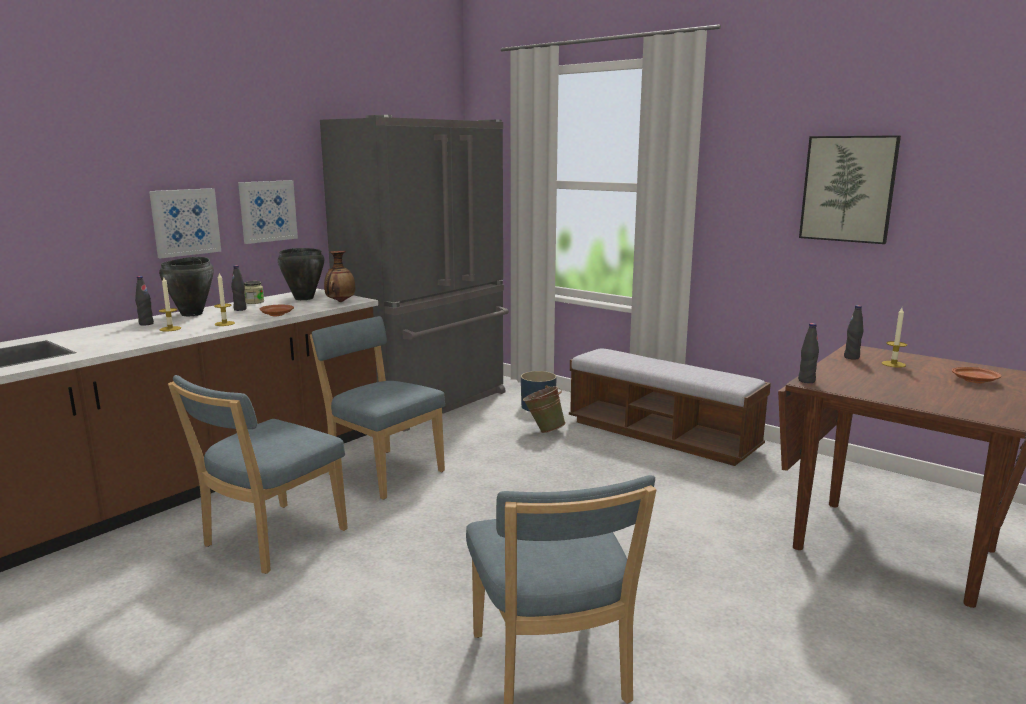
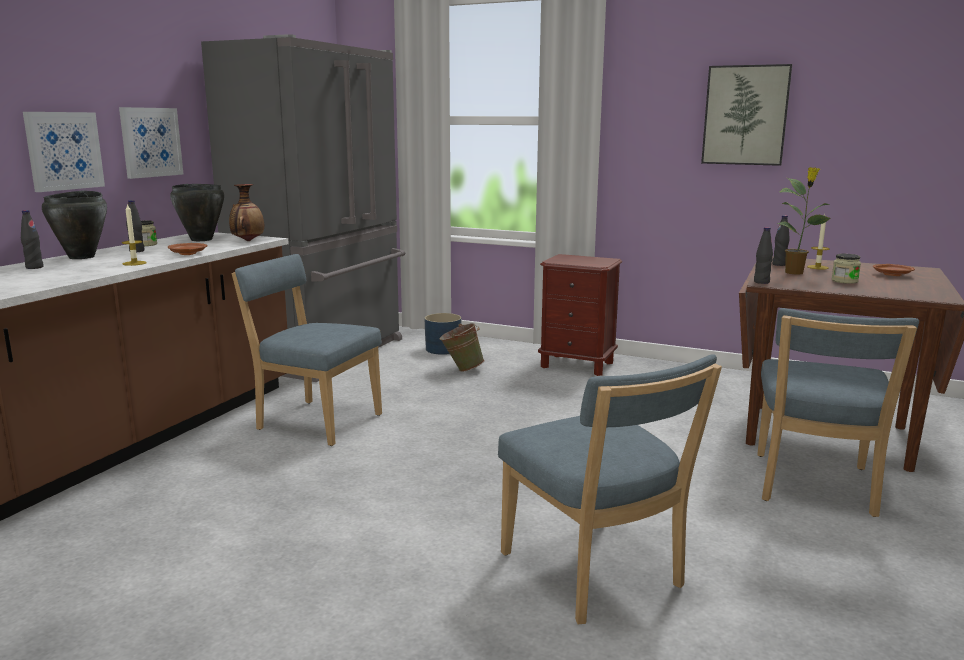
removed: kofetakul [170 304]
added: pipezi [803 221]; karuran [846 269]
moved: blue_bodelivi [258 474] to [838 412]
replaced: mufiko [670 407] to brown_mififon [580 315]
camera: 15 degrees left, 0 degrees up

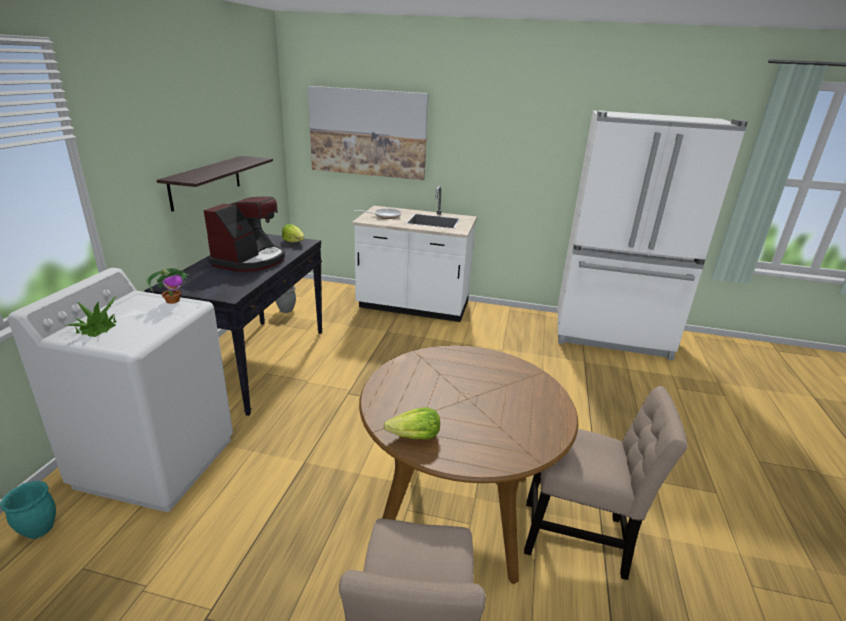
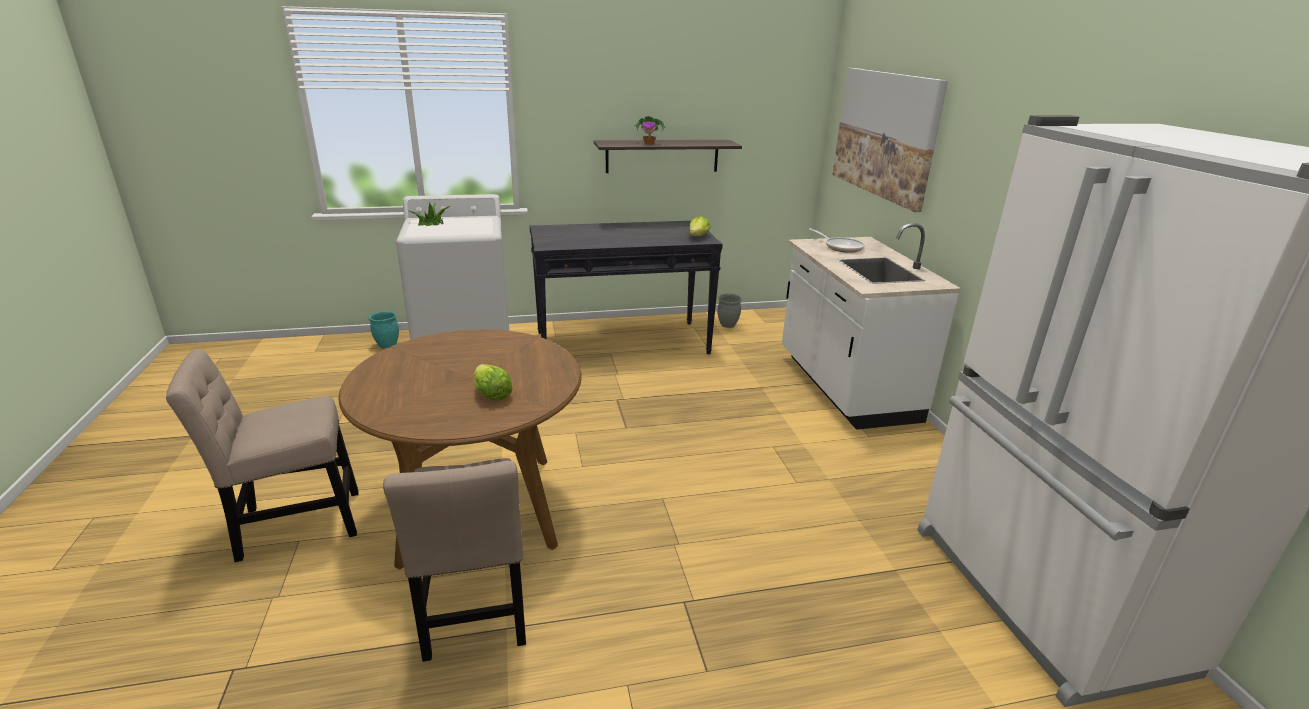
removed: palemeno [244 234]
moved: pipezi [167 286] to [649 130]; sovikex [411 424] to [493 382]
camera: 65 degrees right, 0 degrees up

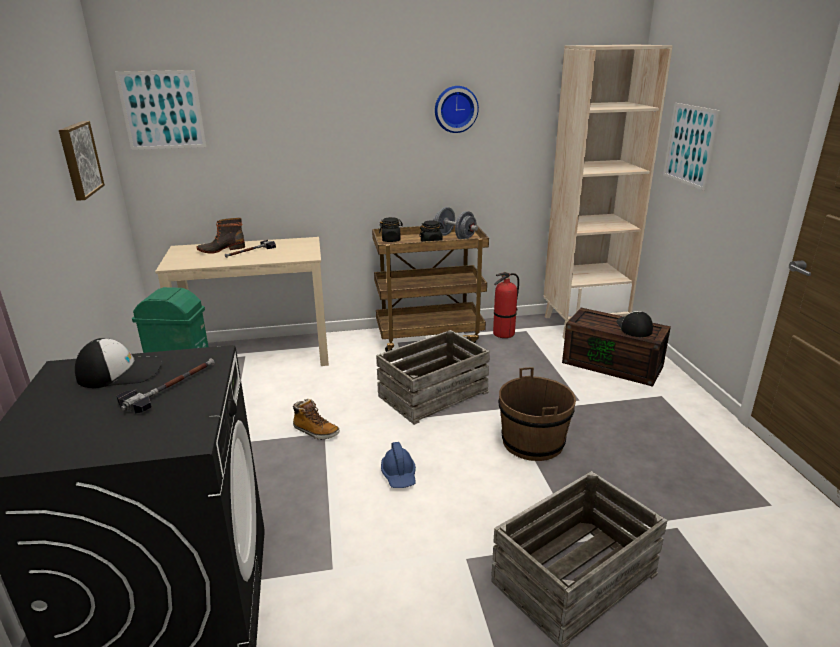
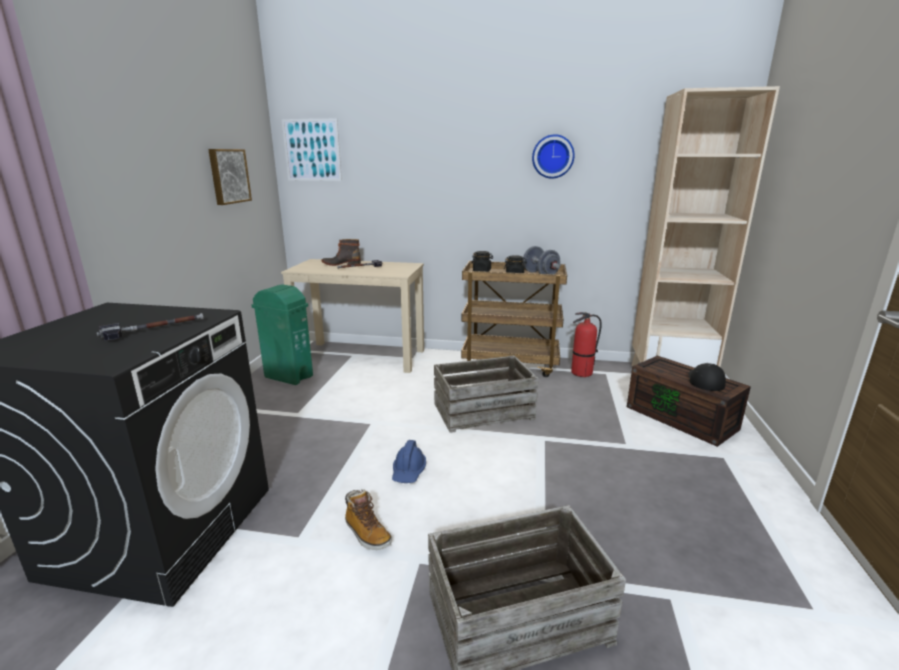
removed: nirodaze [118 363]; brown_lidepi [537 414]; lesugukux [691 147]
moved: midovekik [316 419] to [368 519]
camera: 20 degrees right, 5 degrees down

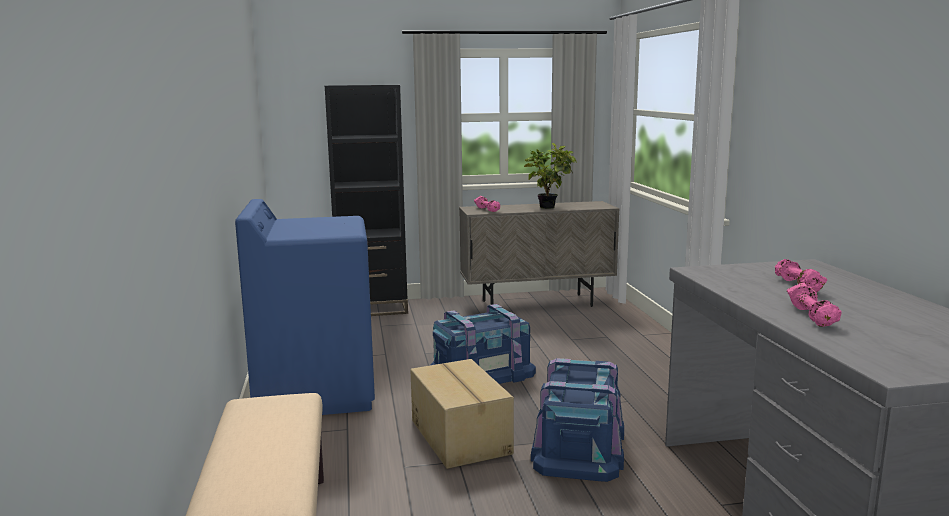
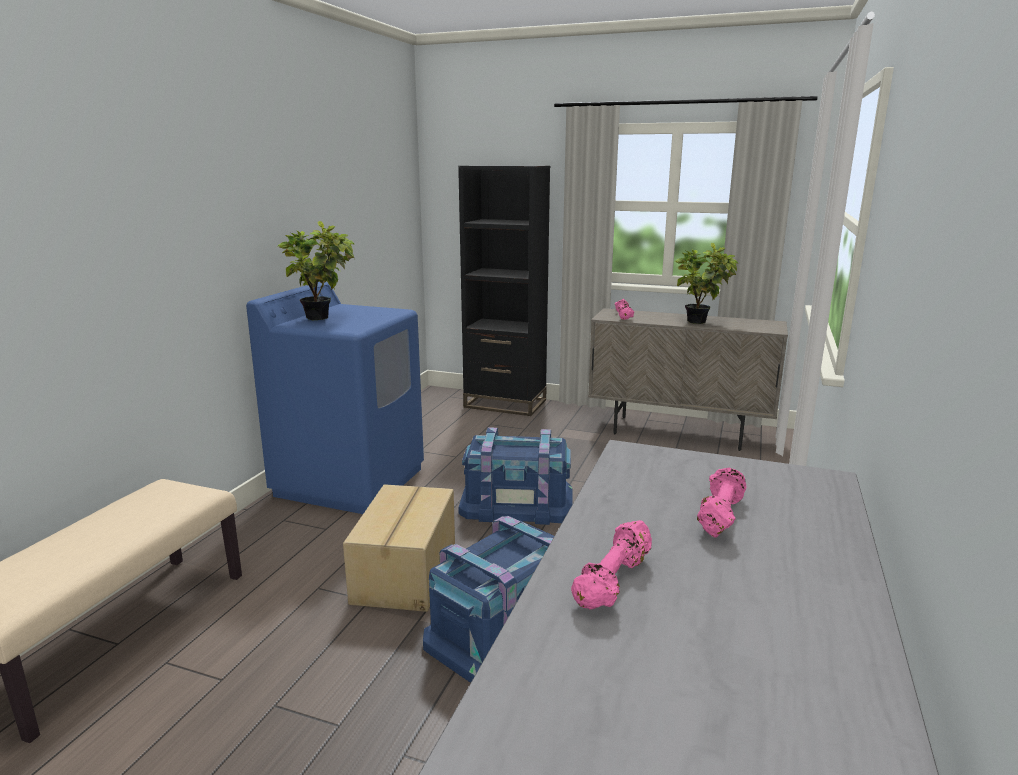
added: pipezi [316 270]
camera: 30 degrees right, 5 degrees up

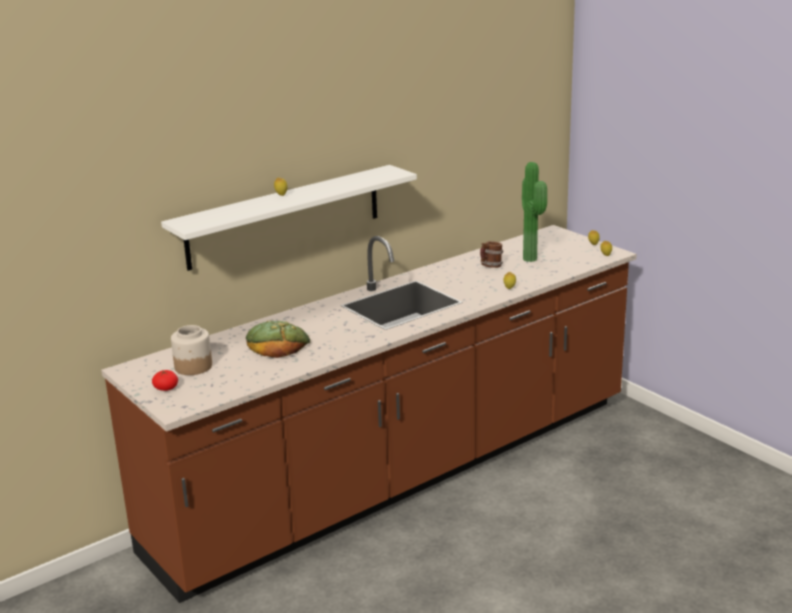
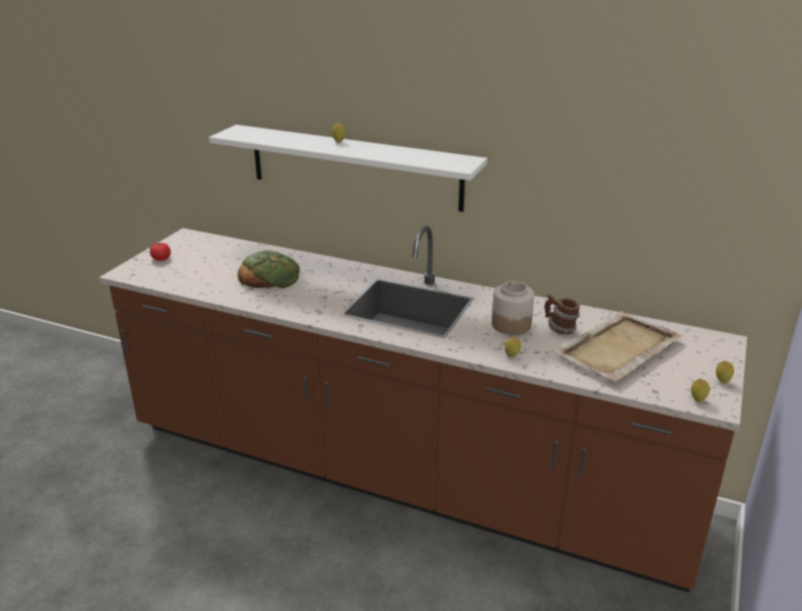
moved: karuran [191 350] to [513 308]
replaced: pipezi [534 212] to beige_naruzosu [618 346]
camera: 60 degrees right, 5 degrees up

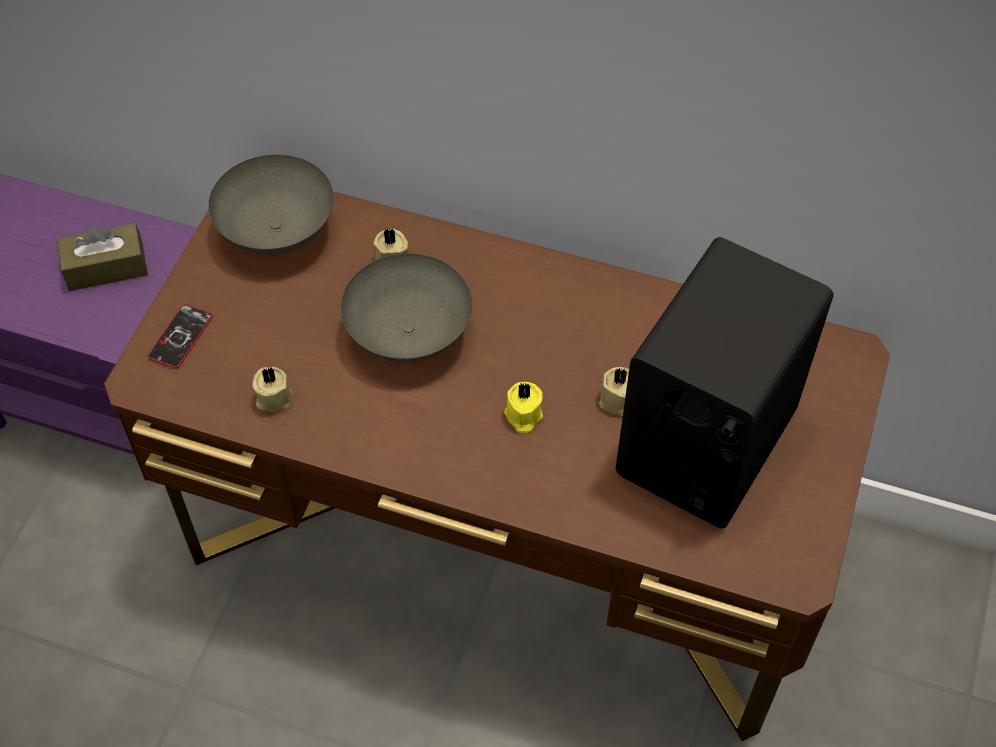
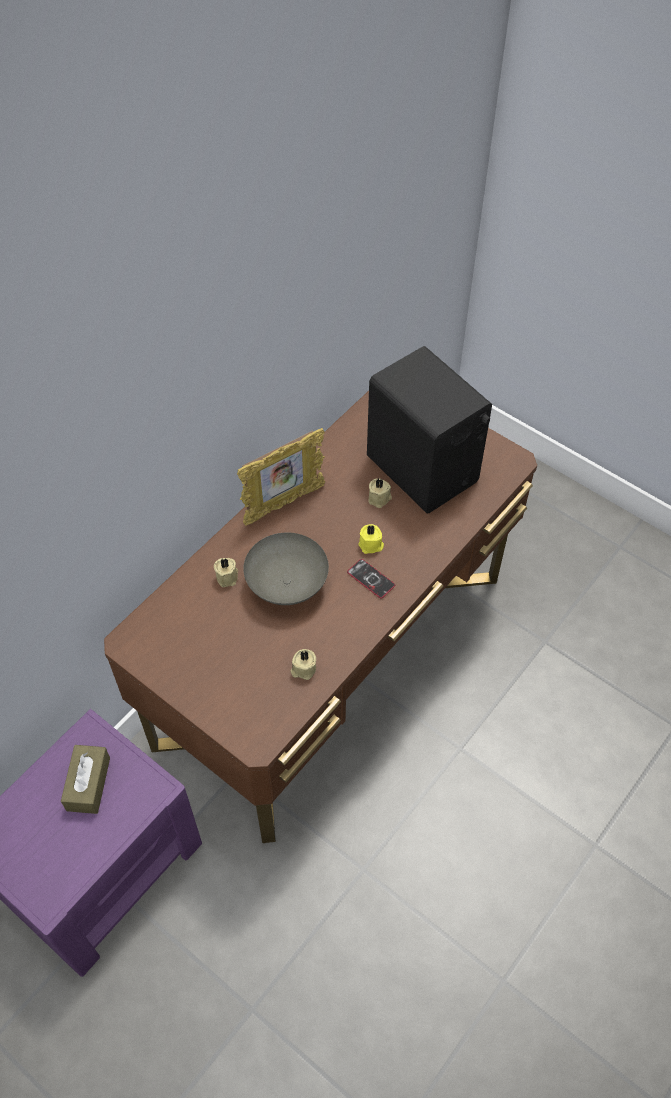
removed: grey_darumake [271 204]
added: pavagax [281 477]
moved: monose [180 336] to [371 578]
camera: 70 degrees left, 0 degrees up

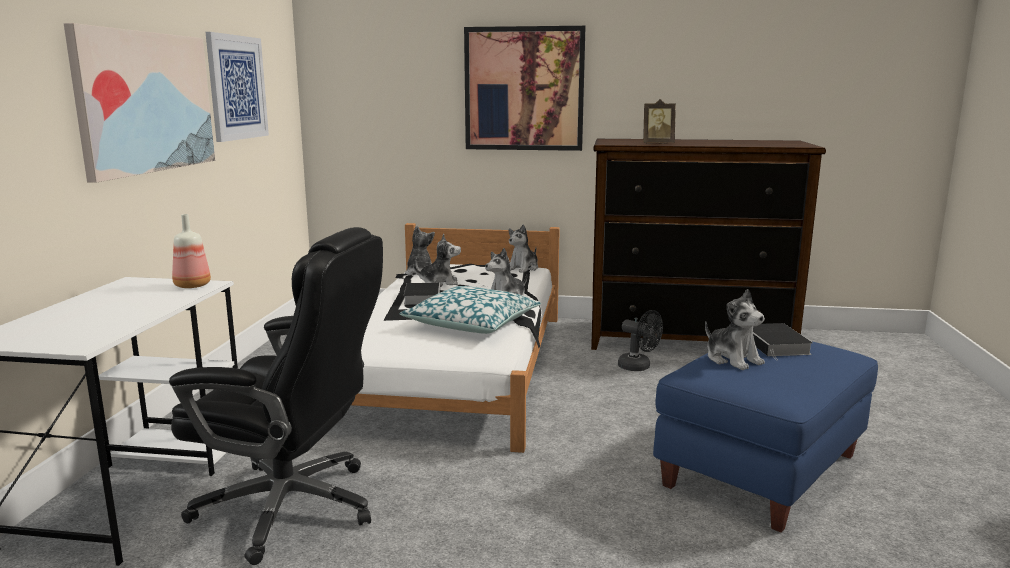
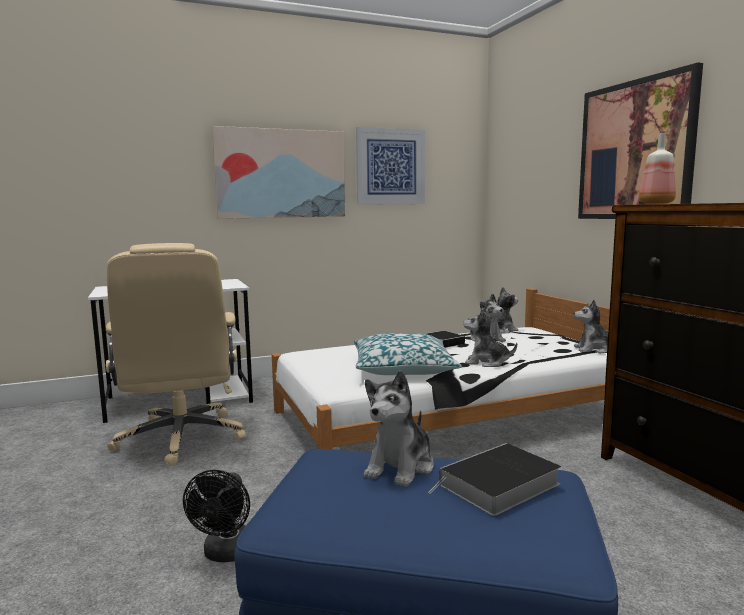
removed: pavagax [659 121]
moved: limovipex [191 251] to [657 169]; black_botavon [640 340] to [216 516]
recoloured: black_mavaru [276 396] to beige_mavaru [176 354]
camera: 60 degrees right, 5 degrees down

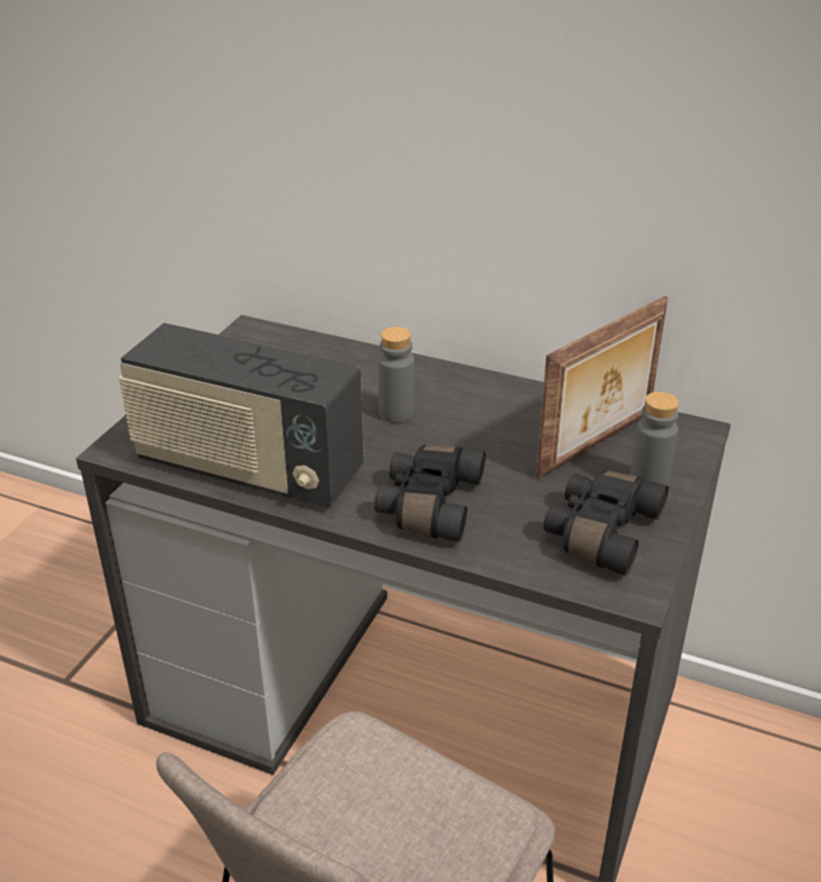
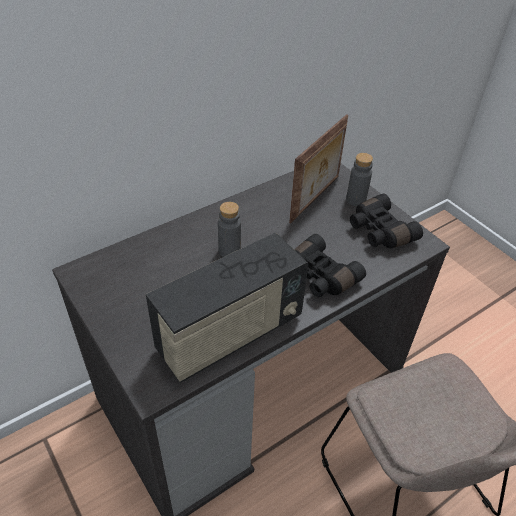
turned: pavagax [602 387] = [318 168] 45 degrees clockwise
camera: 60 degrees left, 10 degrees up

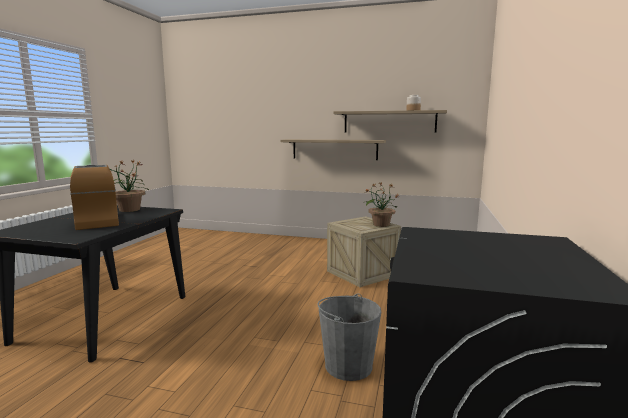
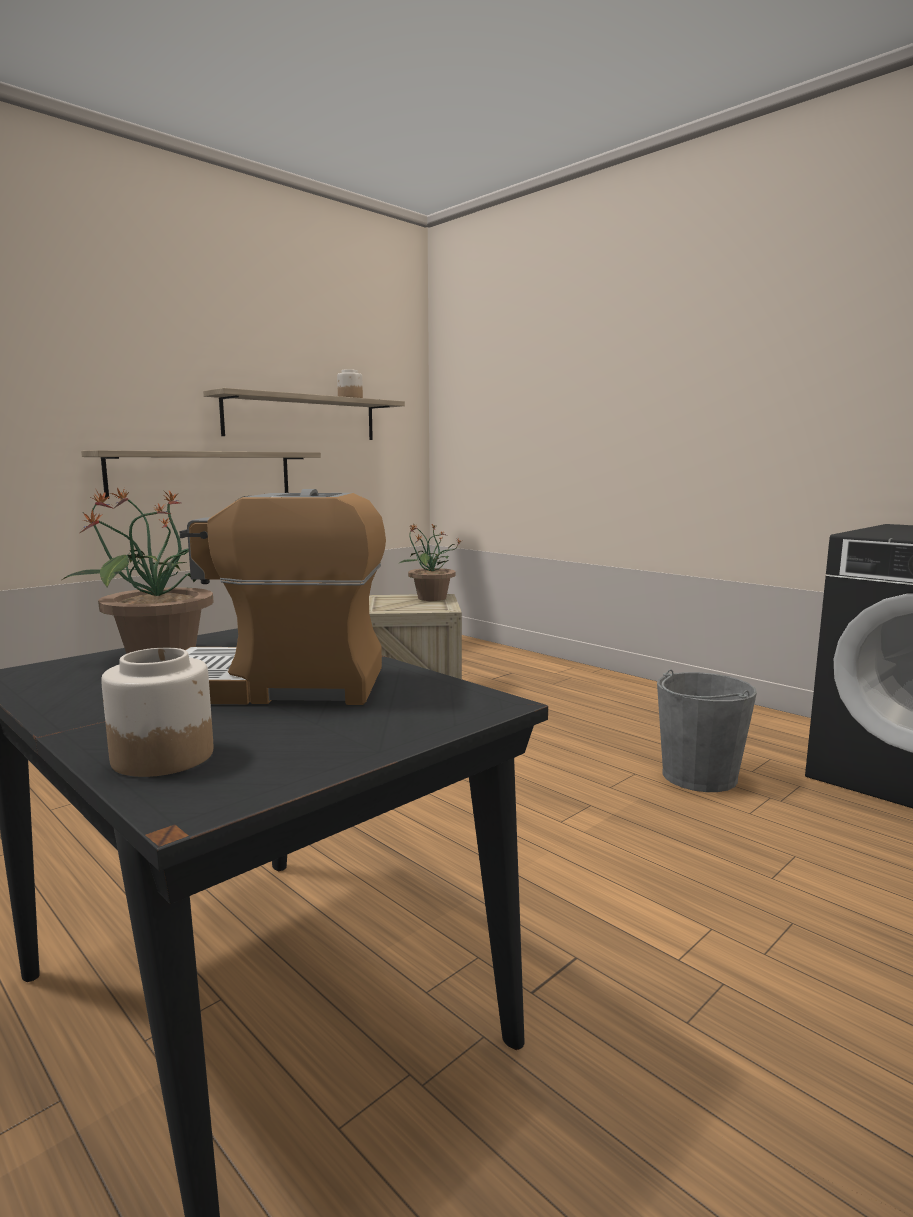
added: karuran [157 712]
camera: 60 degrees left, 0 degrees up

